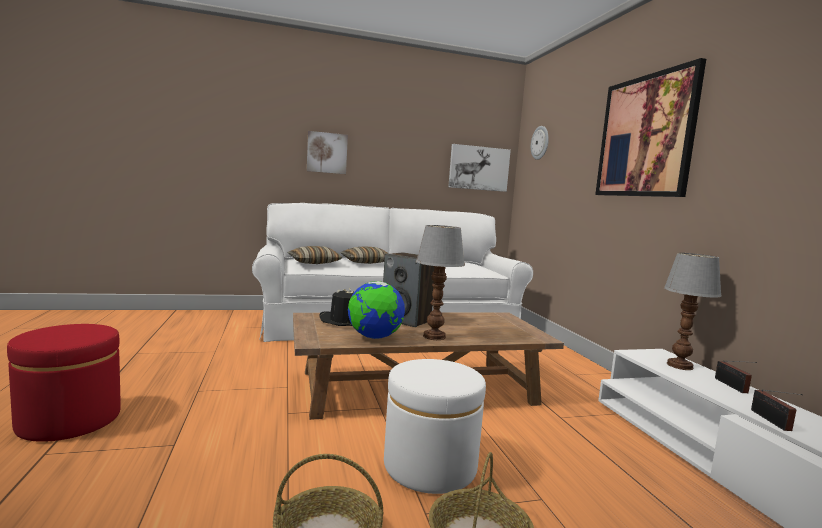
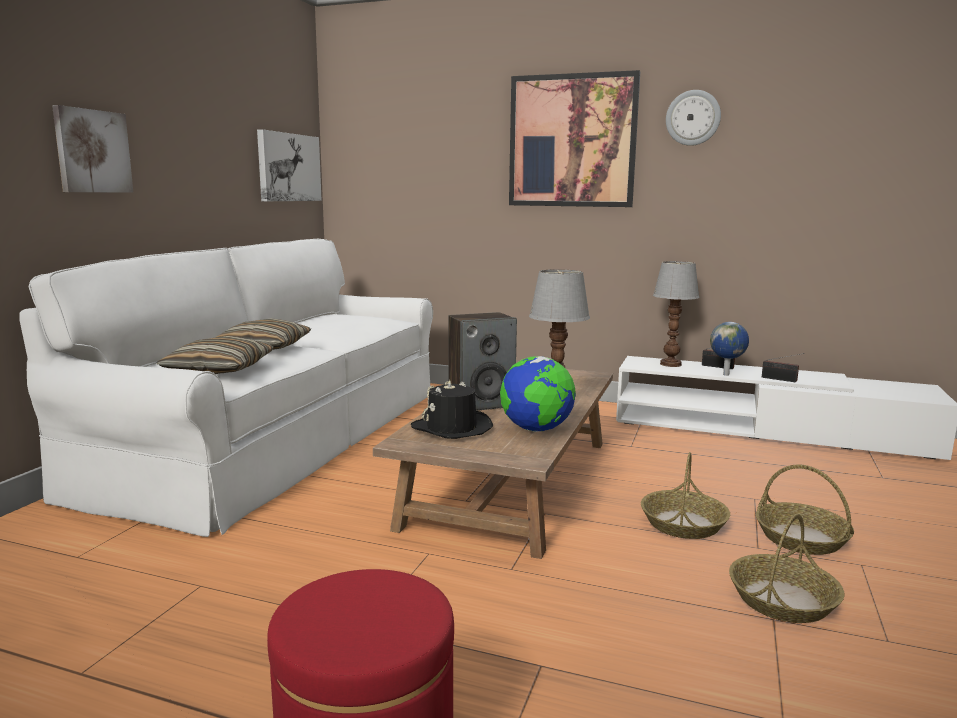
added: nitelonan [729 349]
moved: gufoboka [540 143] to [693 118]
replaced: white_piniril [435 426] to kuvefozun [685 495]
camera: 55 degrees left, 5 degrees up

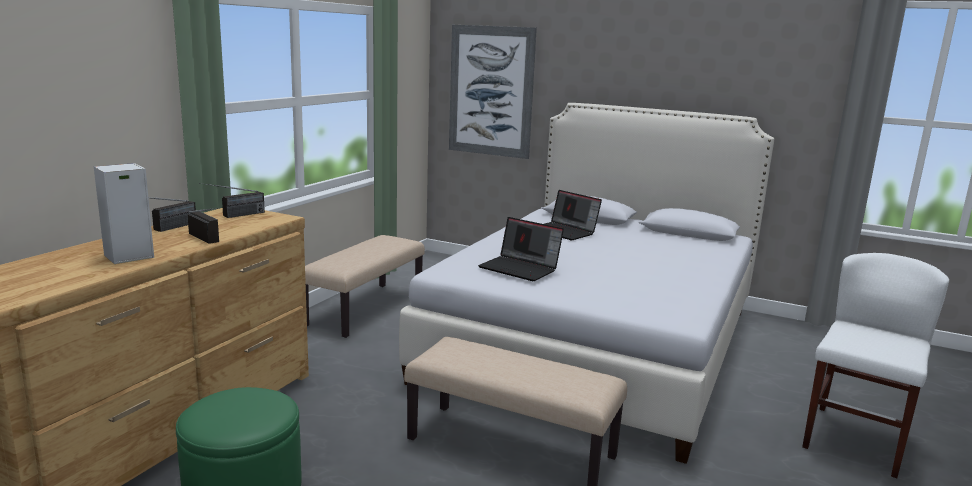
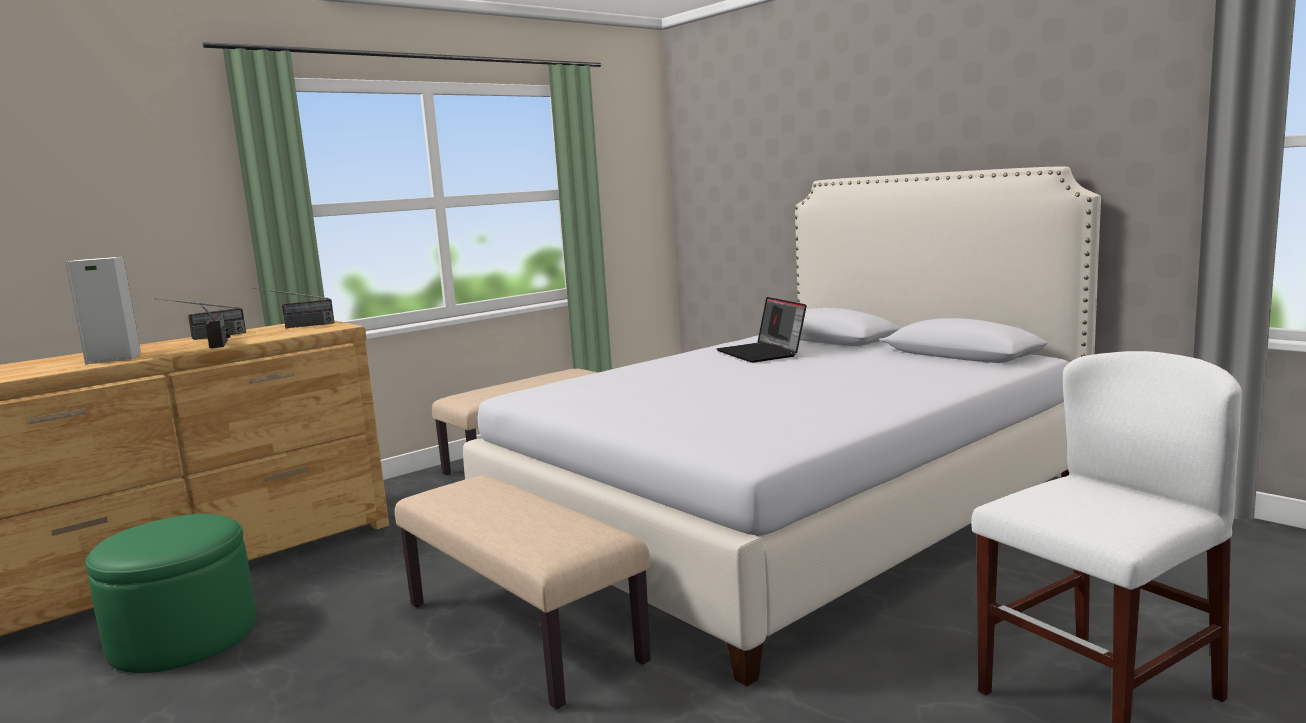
removed: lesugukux [493 92]; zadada [521 249]
camera: 25 degrees right, 5 degrees down

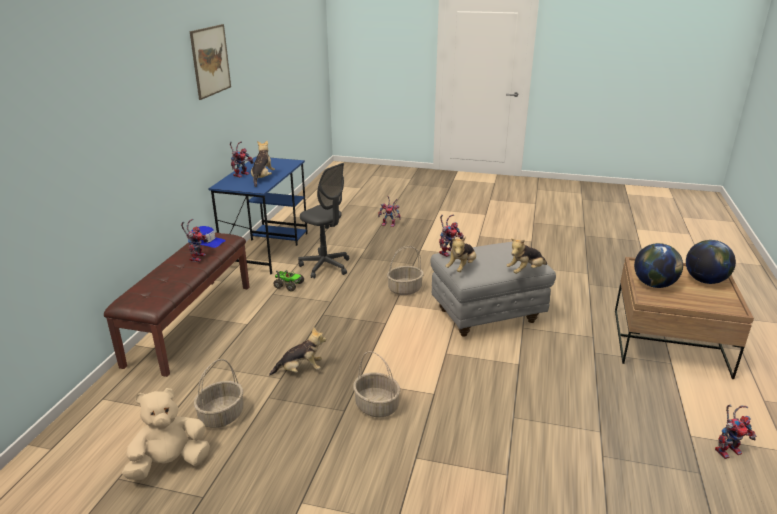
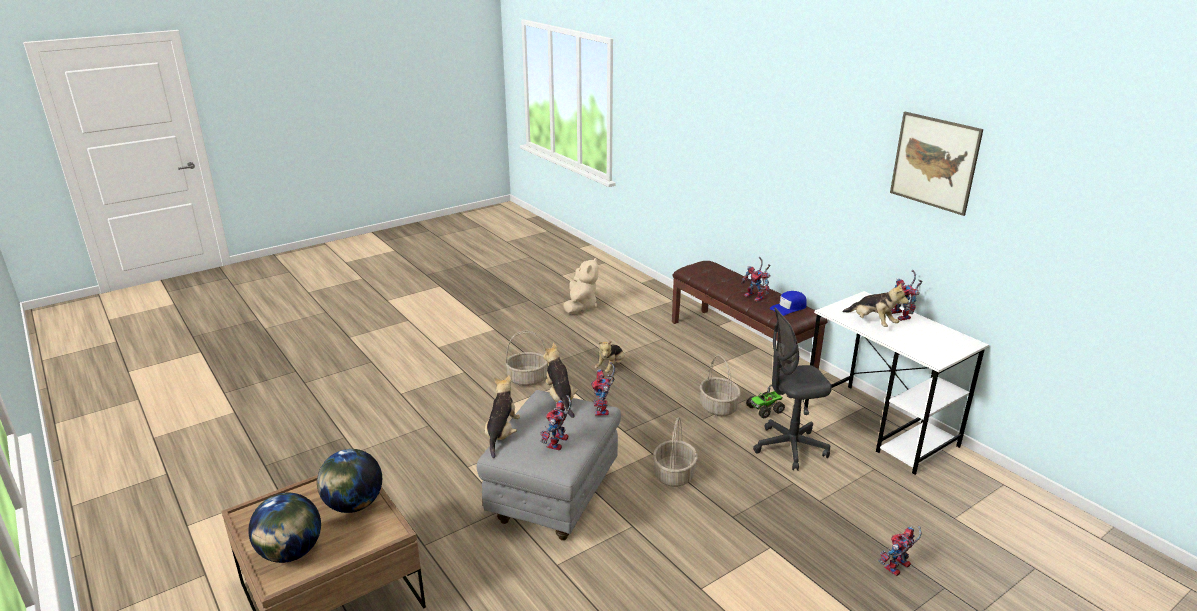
moved: kuvefozun [218 393] to [720 385]; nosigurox [735 432] to [556 422]
recoloured: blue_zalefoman [258 215] to white_zalefoman [896 383]
camera: 130 degrees right, 0 degrees up

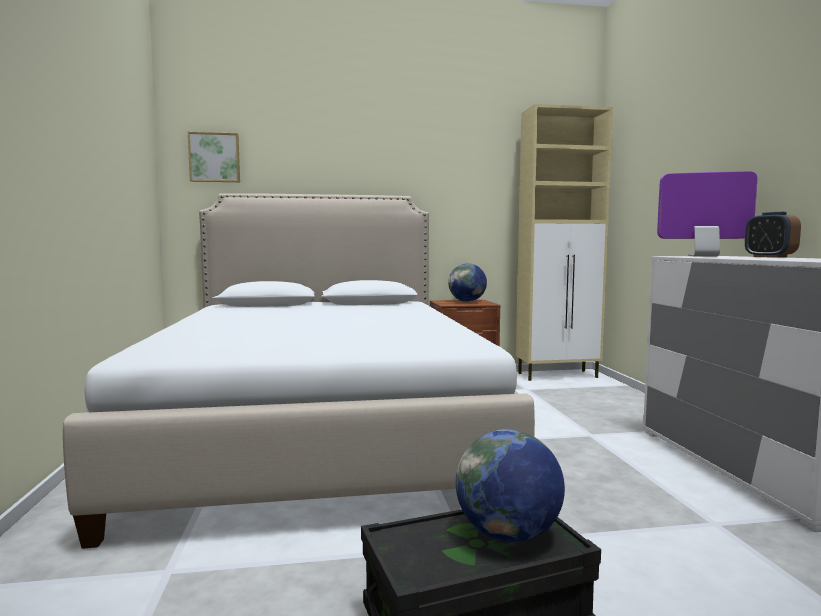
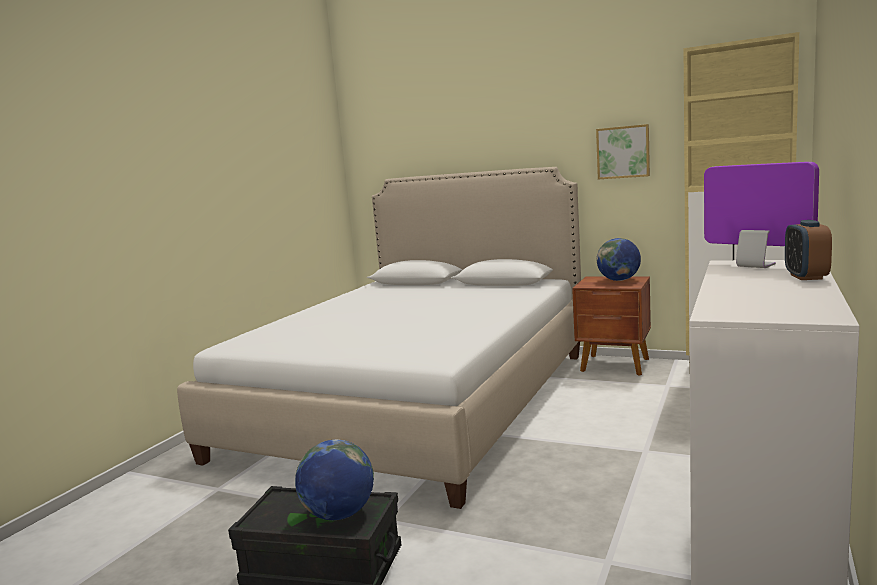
moved: lesugukux [214 157] to [623 151]
camera: 35 degrees right, 5 degrees up

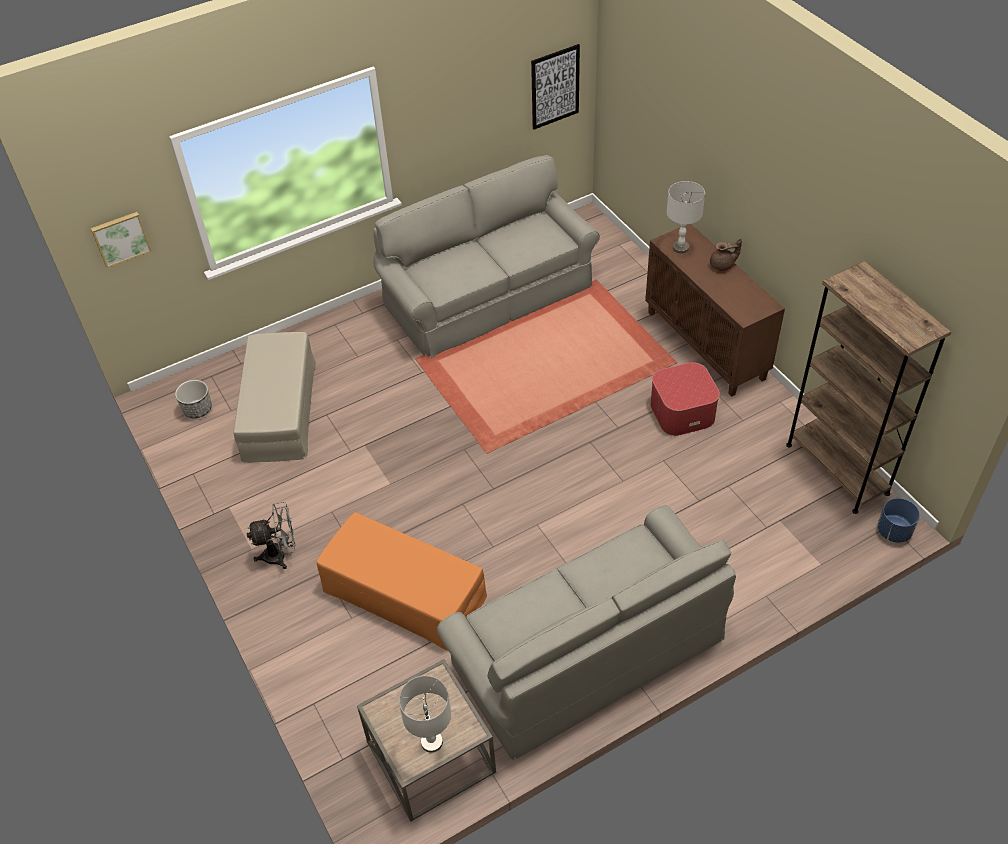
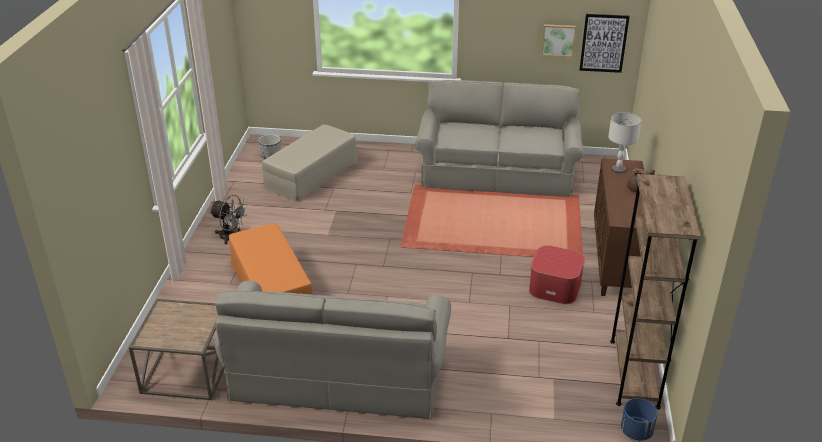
removed: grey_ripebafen [425 714]
moved: lesugukux [121 240] to [558 40]
camera: 35 degrees right, 15 degrees down

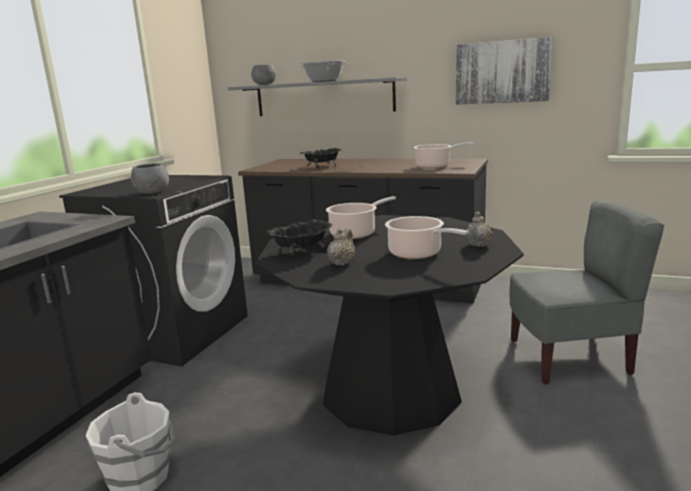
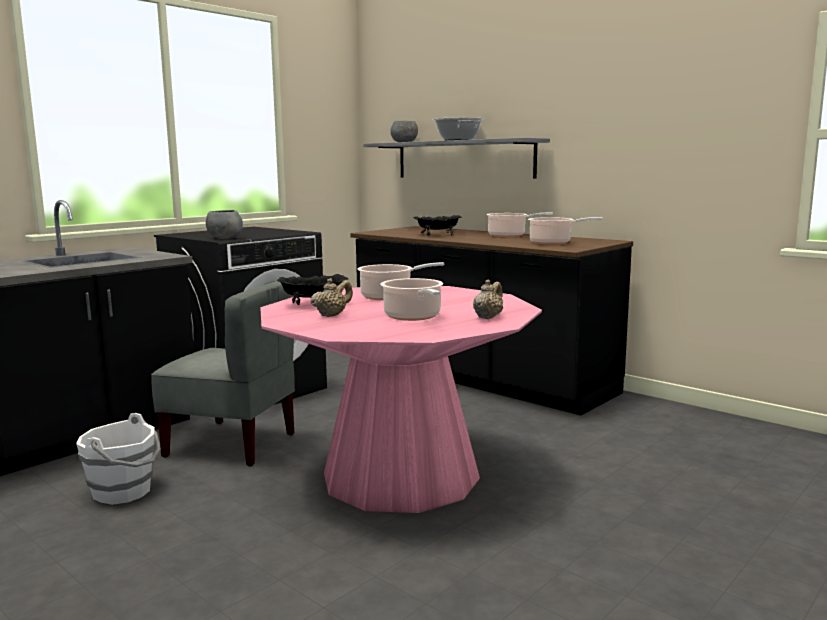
removed: lesugukux [504 70]
added: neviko [519 225]
moved: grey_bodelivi [586 292] to [223 374]
recoloured: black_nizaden [389 325] to pink_nizaden [401 399]
camera: 20 degrees right, 5 degrees down

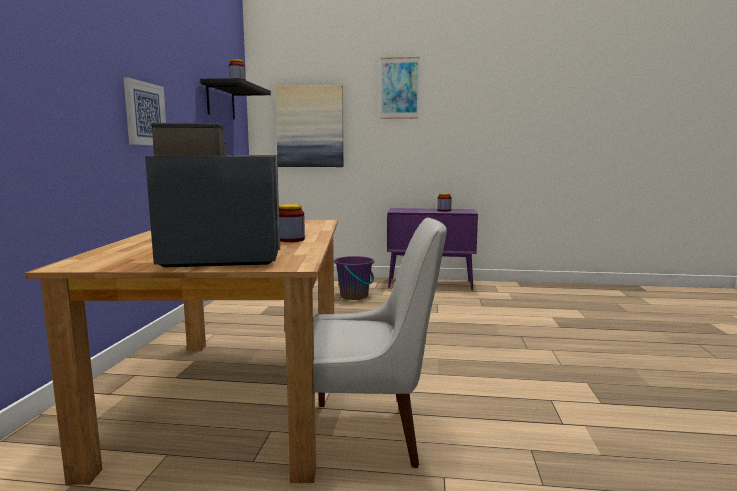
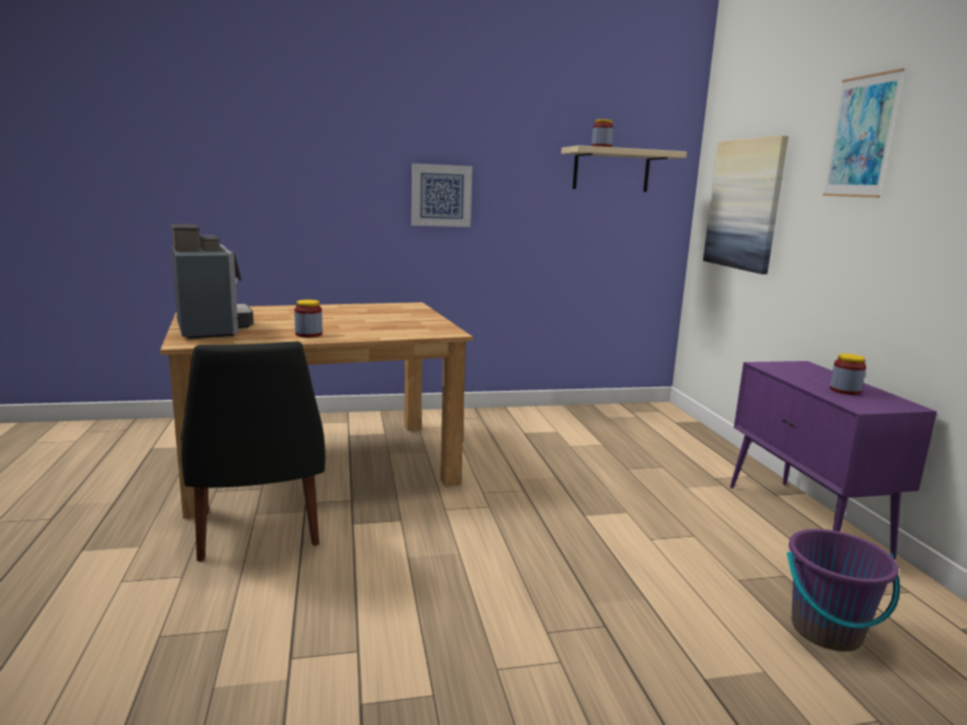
moved: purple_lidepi [354 278] to [843 590]
recoloured: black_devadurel [235 98] to beige_devadurel [624 168]; white_bodelivi [380 343] to black_bodelivi [253 451]
camera: 70 degrees right, 5 degrees up

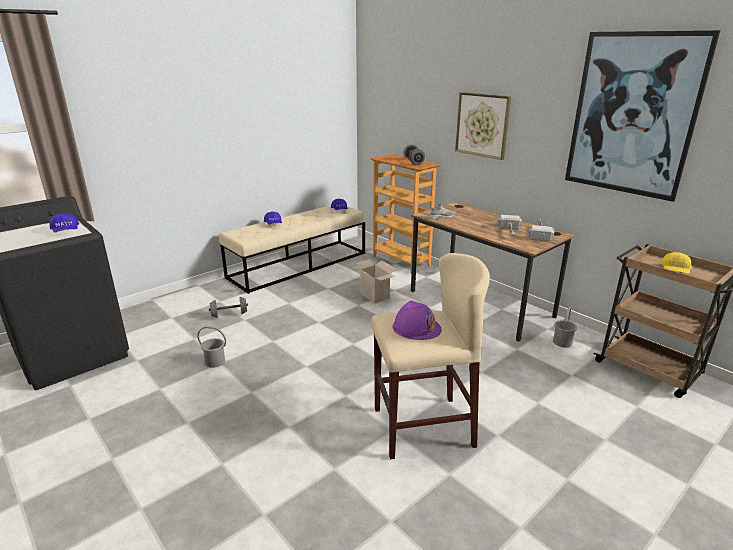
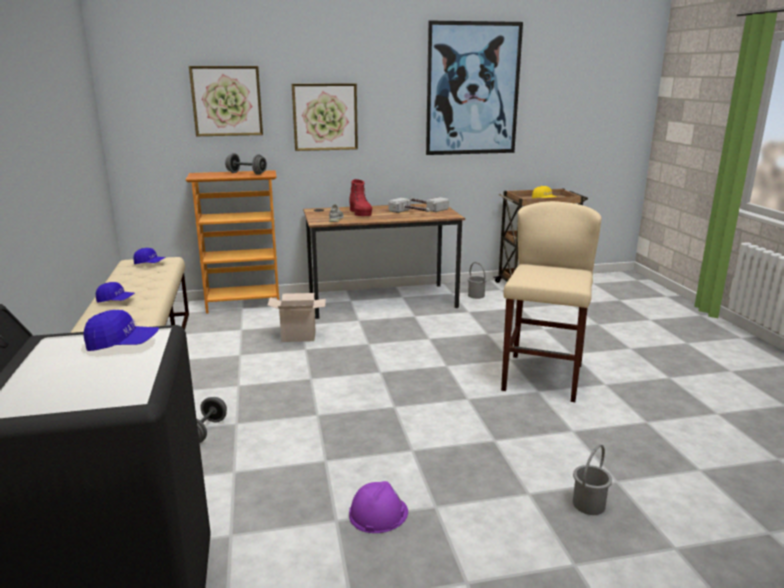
added: lesugukux [226 101]; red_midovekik [360 197]
moved: grey_lidepi [211 347] to [592 479]; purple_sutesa [417 320] to [378 507]
camera: 60 degrees left, 5 degrees down

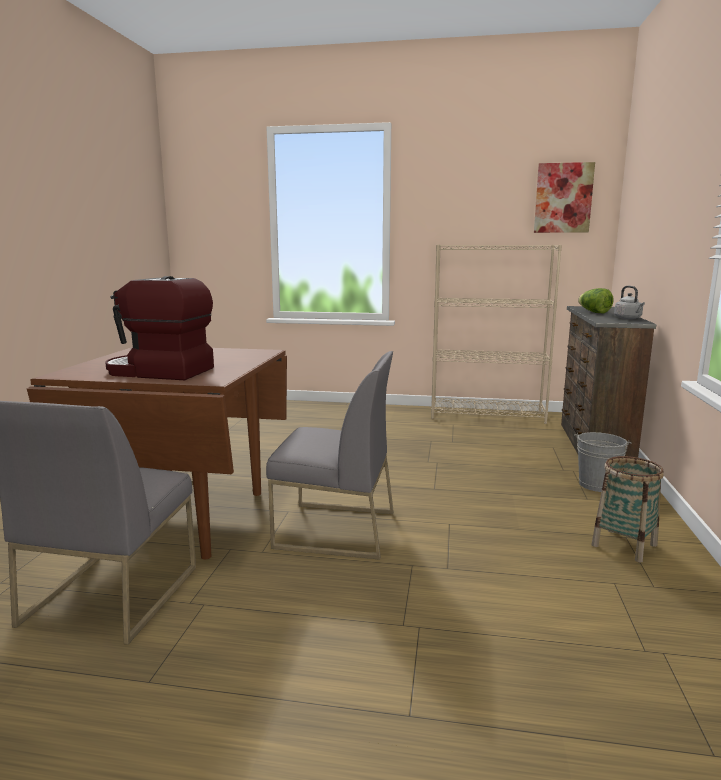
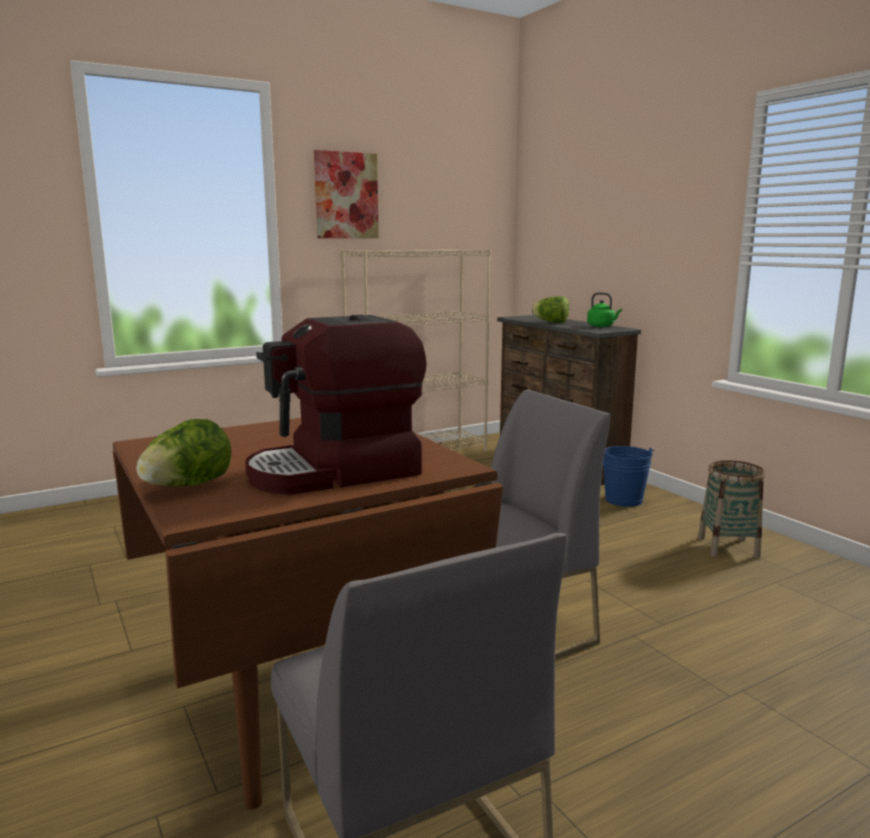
added: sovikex [184 452]
moved: lesugukux [564 197] to [346 194]
recoloured: grey_lidepi [603 462] to blue_lidepi [628 476]; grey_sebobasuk [629 302] to green_sebobasuk [604 309]
camera: 40 degrees left, 0 degrees up

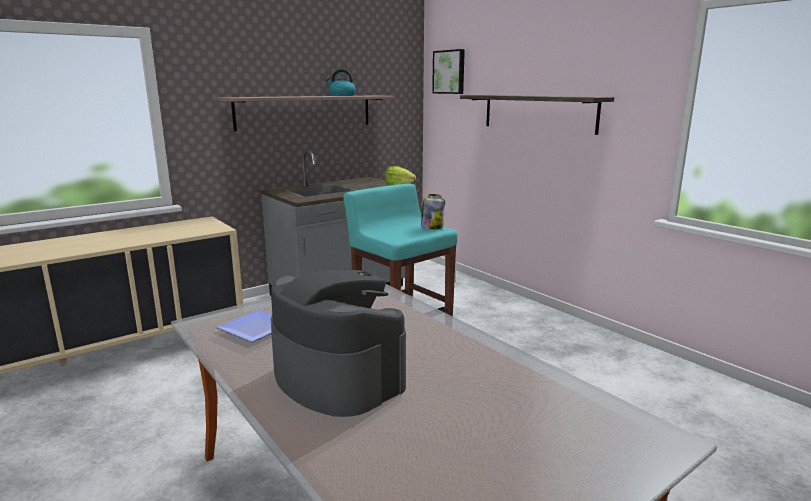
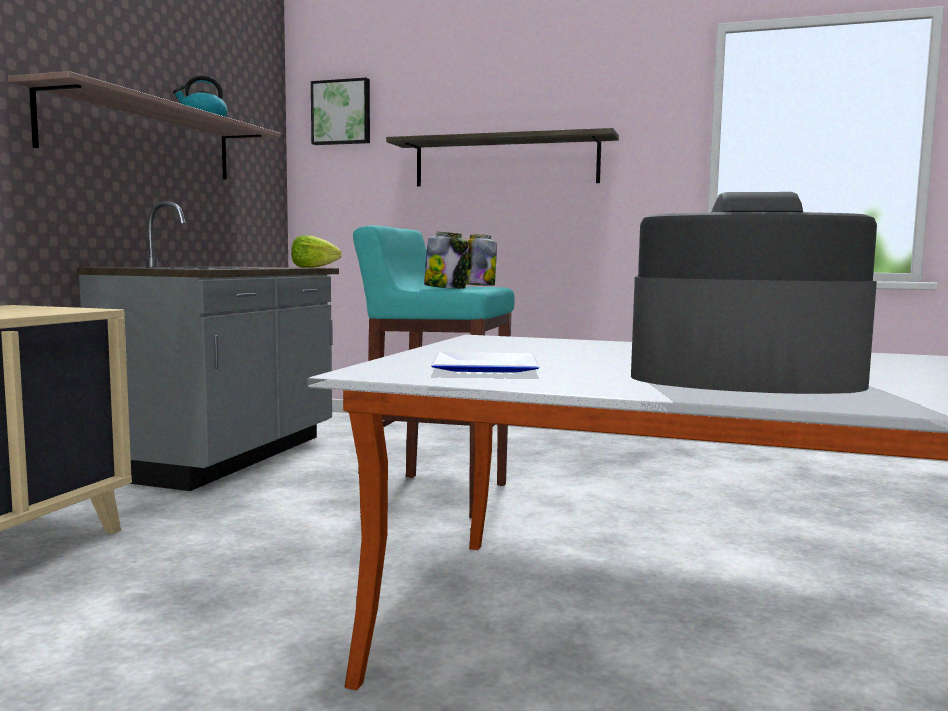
added: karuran [446 260]
camera: 35 degrees left, 10 degrees down

